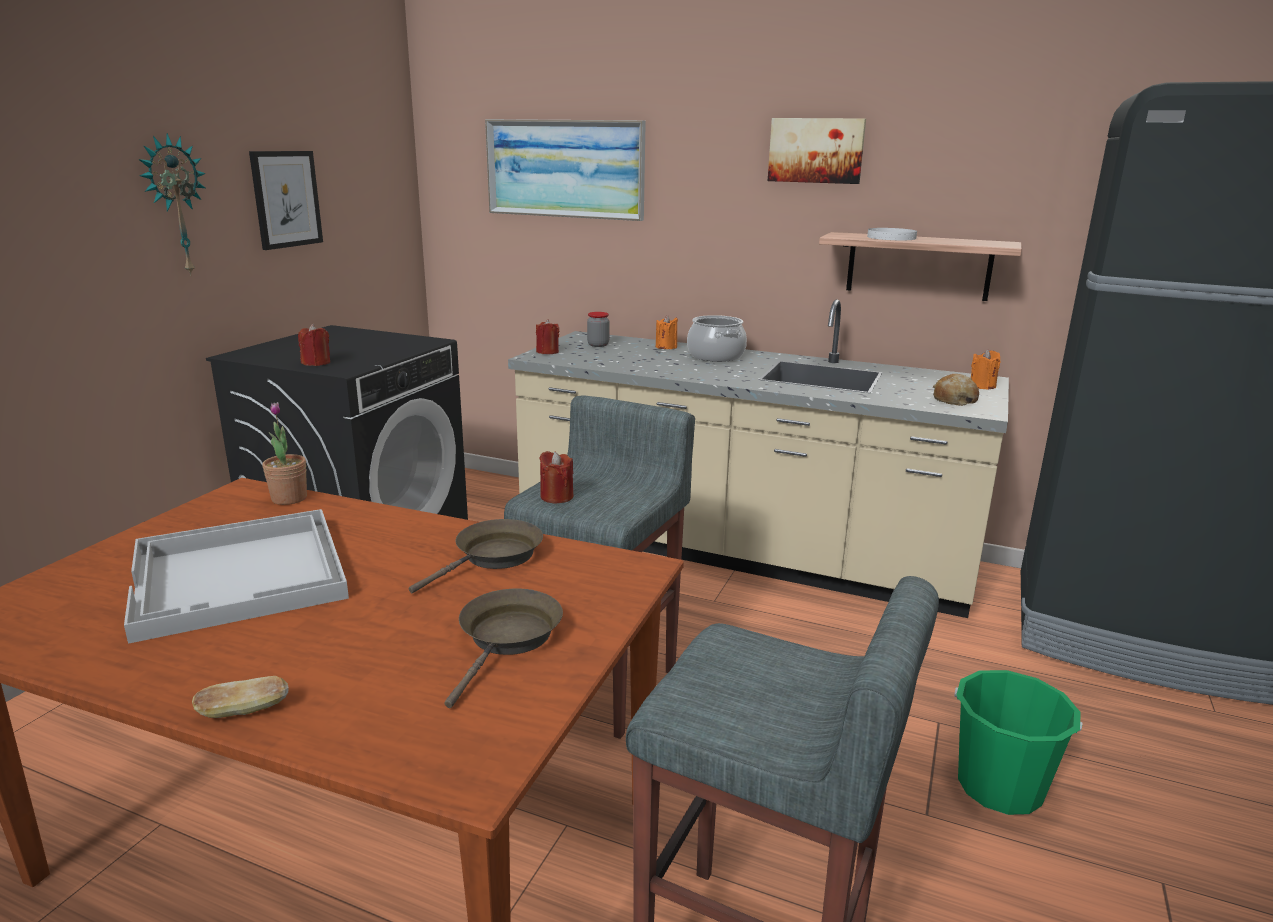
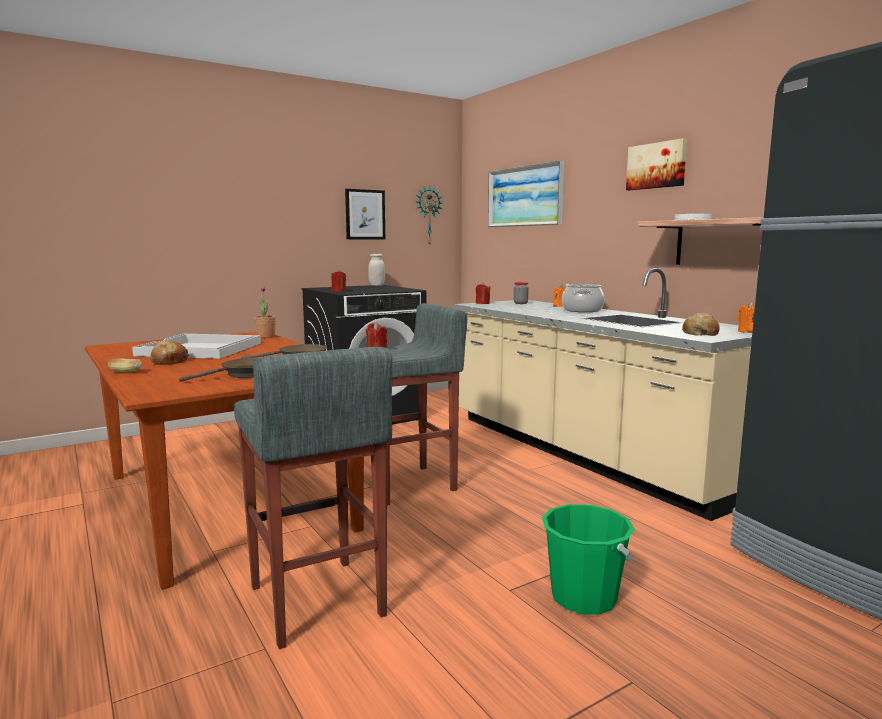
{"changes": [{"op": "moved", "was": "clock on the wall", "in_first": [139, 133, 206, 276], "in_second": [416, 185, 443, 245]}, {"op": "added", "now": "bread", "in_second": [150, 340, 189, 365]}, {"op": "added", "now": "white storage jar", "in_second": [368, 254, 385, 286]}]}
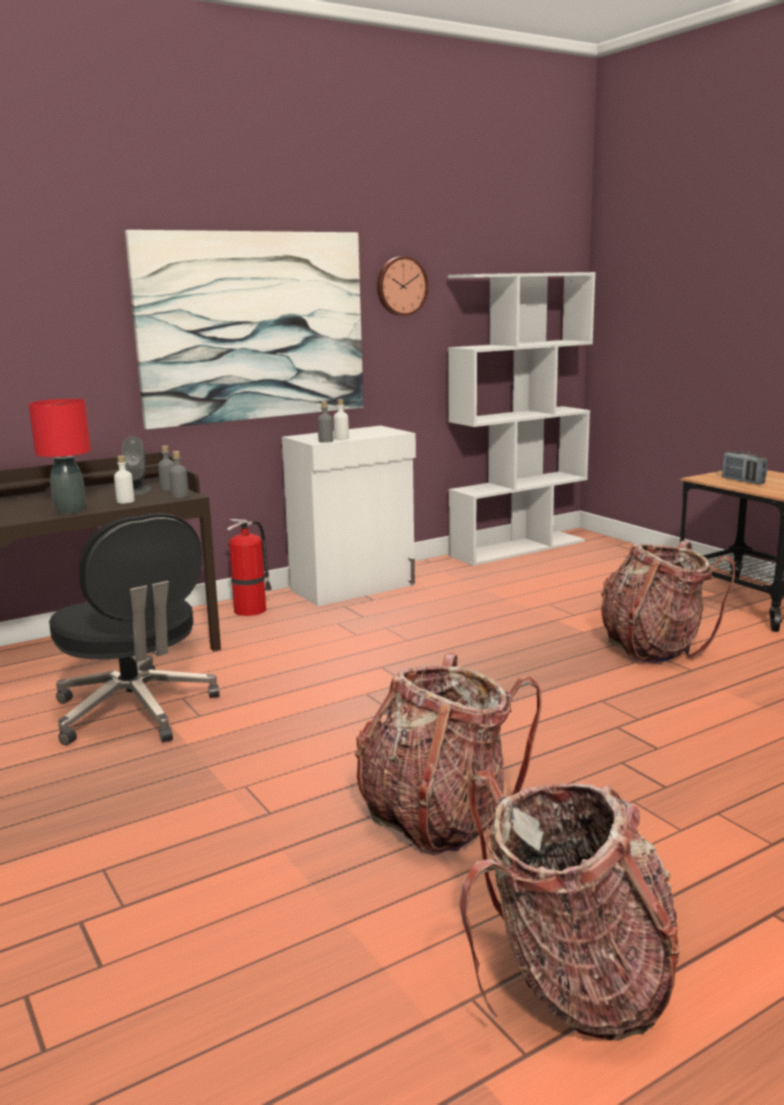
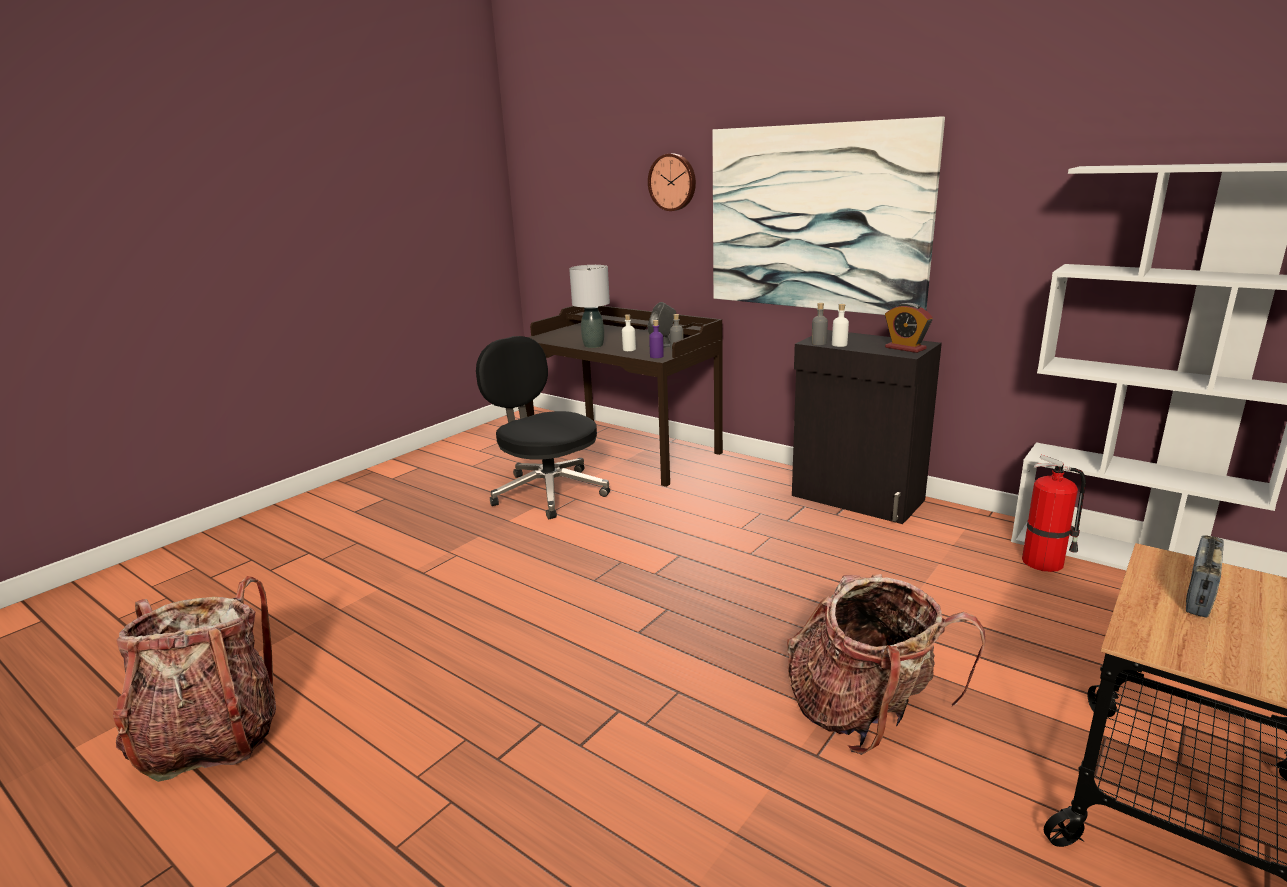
{"changes": [{"op": "recoloured", "was": "red-coloured tabletop lamp", "now": "grey tabletop lamp", "in_first": [29, 399, 91, 514], "in_second": [569, 265, 610, 348]}, {"op": "turned", "was": "black computer chair", "in_first": [49, 513, 220, 745], "in_second": [476, 336, 610, 519], "clockwise": 105}, {"op": "recoloured", "was": "grey bottle", "now": "purplish bottle", "in_first": [169, 451, 189, 498], "in_second": [649, 320, 664, 358]}, {"op": "moved", "was": "fire extinguisher", "in_first": [227, 519, 272, 616], "in_second": [1022, 455, 1086, 572]}, {"op": "recoloured", "was": "white cupboard", "now": "black cupboard", "in_first": [282, 426, 416, 606], "in_second": [792, 330, 942, 524]}, {"op": "removed", "was": "rucksack", "in_first": [355, 652, 542, 856]}, {"op": "moved", "was": "clock on the wall", "in_first": [377, 256, 429, 316], "in_second": [648, 154, 696, 211]}, {"op": "added", "now": "table clock", "in_second": [885, 303, 933, 353]}]}
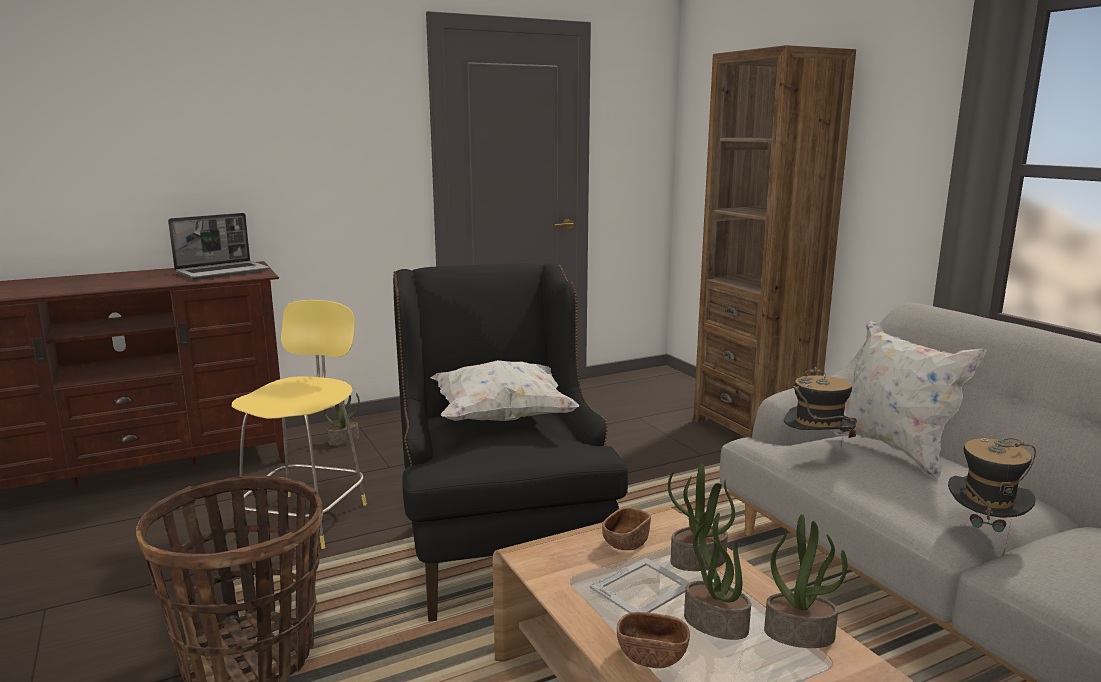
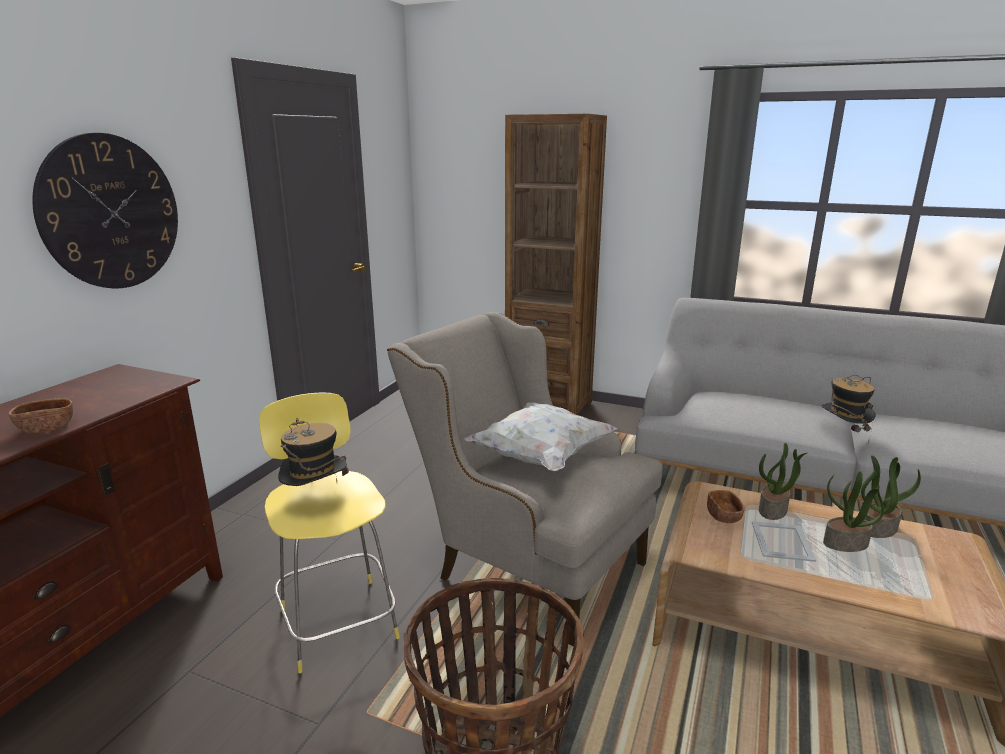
{"changes": [{"op": "removed", "was": "notebook computer", "in_first": [168, 213, 270, 279]}, {"op": "removed", "was": "potted plant", "in_first": [323, 393, 360, 446]}, {"op": "recoloured", "was": "black armchair", "now": "beige armchair", "in_first": [393, 263, 628, 622], "in_second": [387, 312, 663, 647]}, {"op": "moved", "was": "brown-coloured deep dish", "in_first": [617, 612, 690, 668], "in_second": [9, 398, 73, 433]}, {"op": "moved", "was": "wearable hat", "in_first": [784, 367, 857, 447], "in_second": [278, 418, 349, 486]}, {"op": "removed", "was": "white cushion", "in_first": [830, 320, 987, 480]}, {"op": "added", "now": "clock on the wall", "in_second": [32, 133, 178, 288]}]}
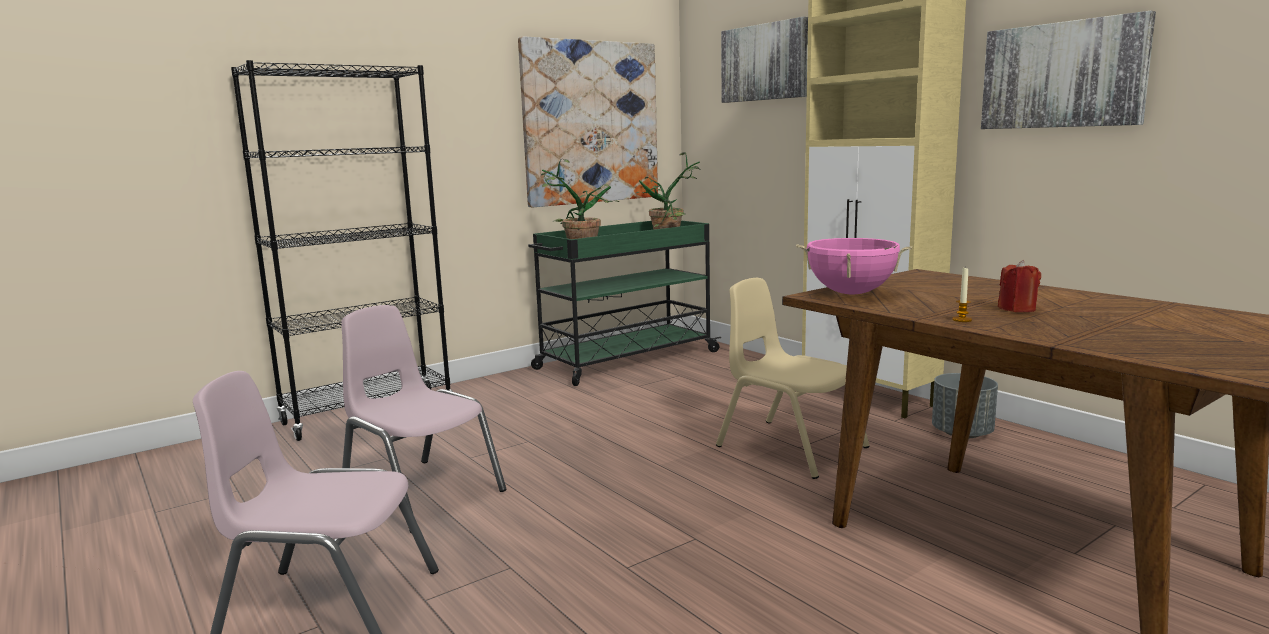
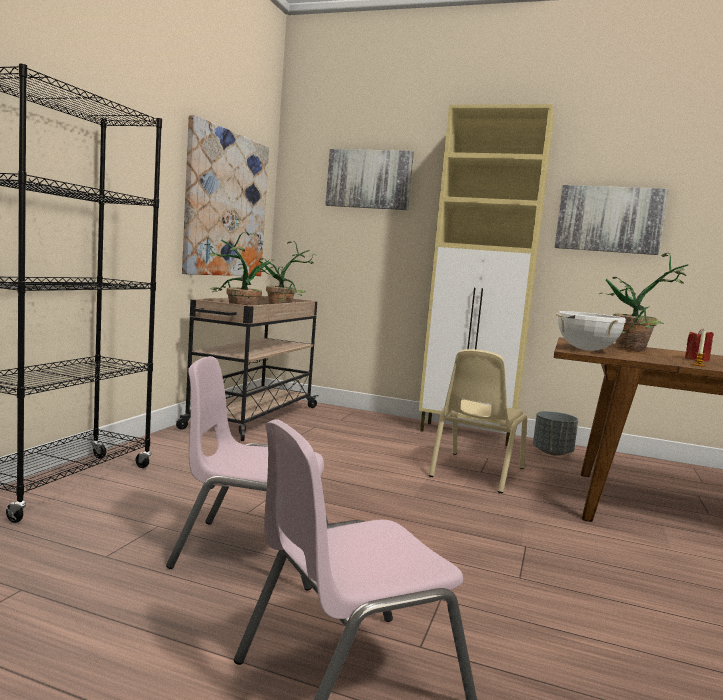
{"changes": [{"op": "recoloured", "was": "greenish cart", "now": "beige cart", "in_first": [528, 221, 721, 386], "in_second": [176, 296, 319, 441]}, {"op": "turned", "was": "beige upright chair", "in_first": [716, 278, 870, 479], "in_second": [429, 349, 527, 493], "clockwise": -75}, {"op": "recoloured", "was": "pink stockpot", "now": "white stockpot", "in_first": [796, 238, 912, 295], "in_second": [556, 311, 626, 351]}, {"op": "added", "now": "potted plant", "in_second": [599, 253, 688, 351]}]}
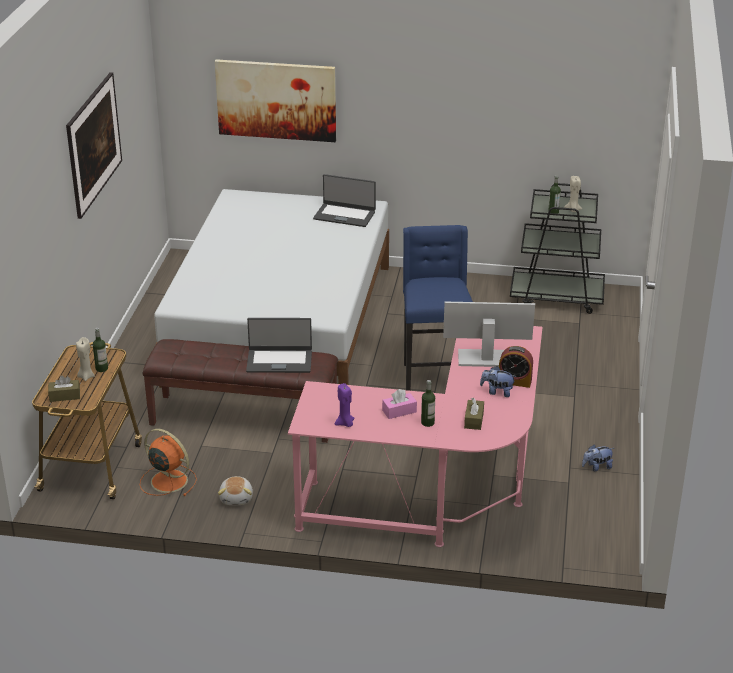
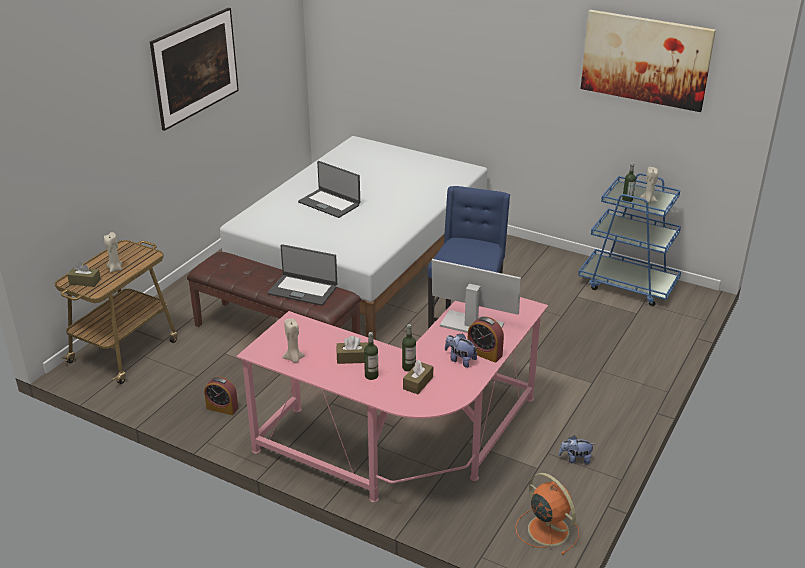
{"changes": [{"op": "moved", "was": "bottle", "in_first": [93, 328, 108, 372], "in_second": [402, 324, 416, 372]}, {"op": "moved", "was": "orange-coloured electric fan", "in_first": [140, 429, 197, 496], "in_second": [516, 473, 579, 555]}, {"op": "moved", "was": "wall picture", "in_first": [215, 59, 336, 142], "in_second": [581, 10, 716, 112]}, {"op": "replaced", "was": "cuddly toy", "now": "table clock", "in_first": [218, 476, 253, 505], "in_second": [204, 377, 238, 415]}, {"op": "moved", "was": "notebook computer", "in_first": [313, 174, 376, 227], "in_second": [298, 161, 360, 218]}, {"op": "recoloured", "was": "purplish wax light", "now": "beige wax light", "in_first": [335, 383, 354, 427], "in_second": [282, 319, 305, 363]}, {"op": "recoloured", "was": "pink tissue box", "now": "brown-coloured tissue box", "in_first": [382, 389, 417, 419], "in_second": [336, 336, 368, 364]}, {"op": "recoloured", "was": "black cart", "now": "bluish cart", "in_first": [510, 183, 605, 314], "in_second": [578, 173, 681, 306]}]}
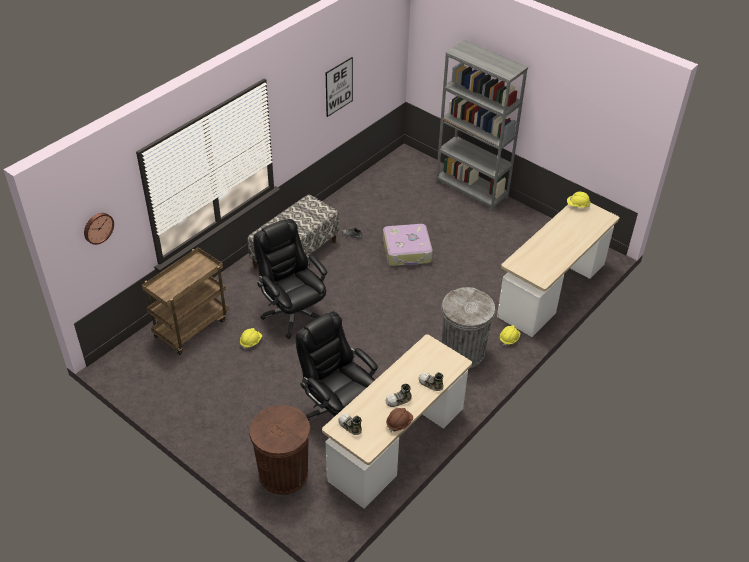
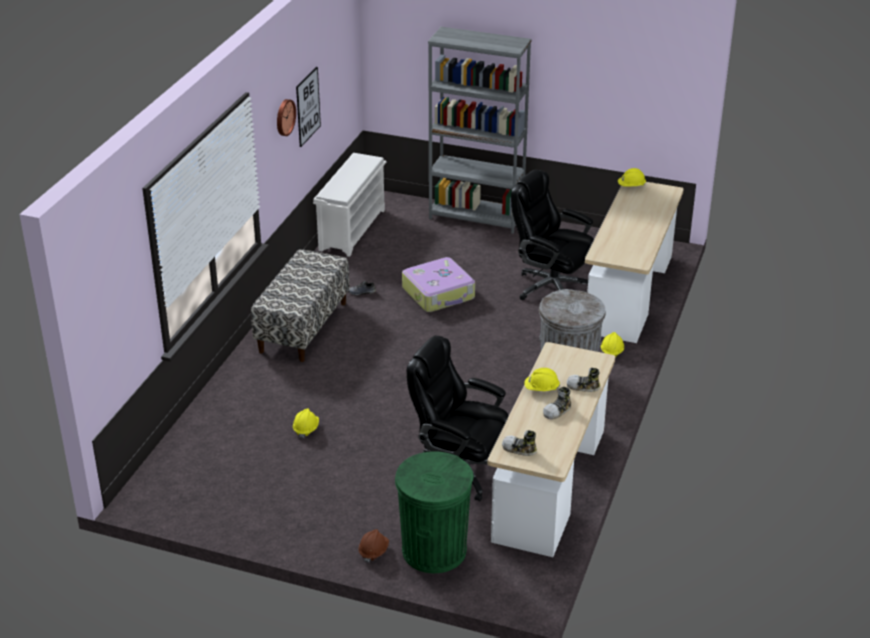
{"changes": [{"op": "moved", "was": "clock on the wall", "in_first": [84, 213, 114, 245], "in_second": [277, 99, 296, 136]}, {"op": "removed", "was": "brown-coloured cart", "in_first": [142, 247, 229, 355]}, {"op": "recoloured", "was": "brown-coloured rubbish bin", "now": "greenish rubbish bin", "in_first": [249, 405, 310, 495], "in_second": [395, 451, 474, 573]}, {"op": "moved", "was": "black computer chair", "in_first": [253, 219, 327, 339], "in_second": [511, 170, 594, 300]}, {"op": "moved", "was": "brown-coloured hard hat", "in_first": [386, 408, 413, 432], "in_second": [358, 529, 389, 563]}, {"op": "added", "now": "white shoe rack", "in_second": [313, 153, 387, 257]}, {"op": "added", "now": "yellowish hard hat", "in_second": [524, 368, 560, 391]}]}
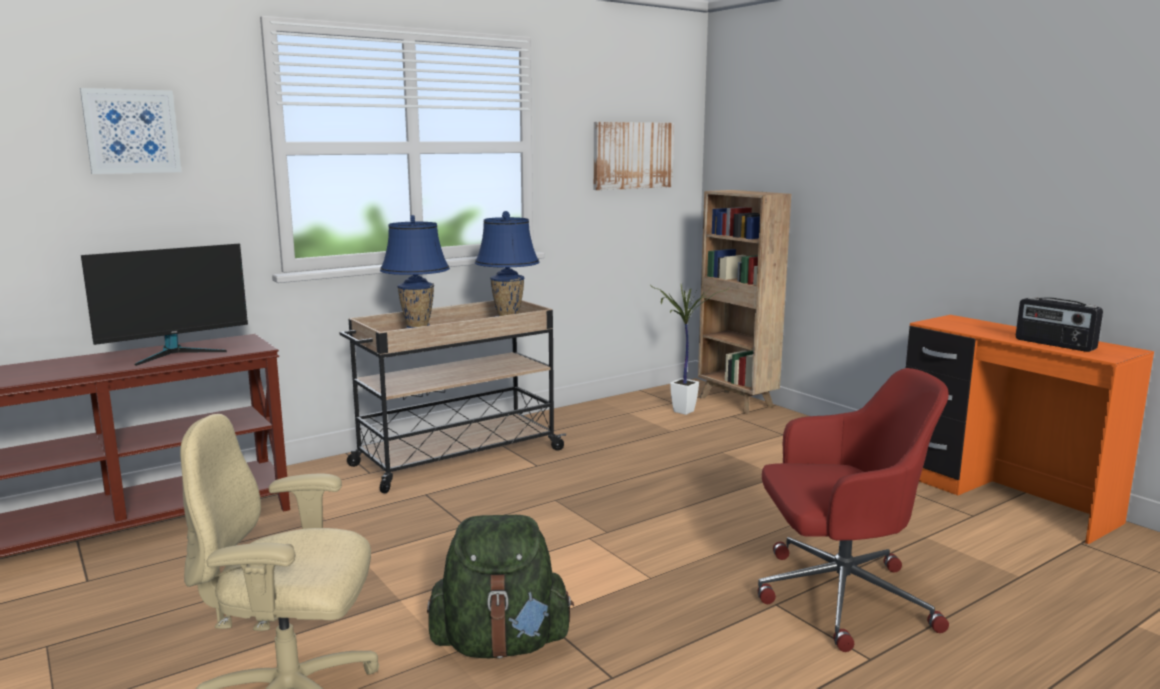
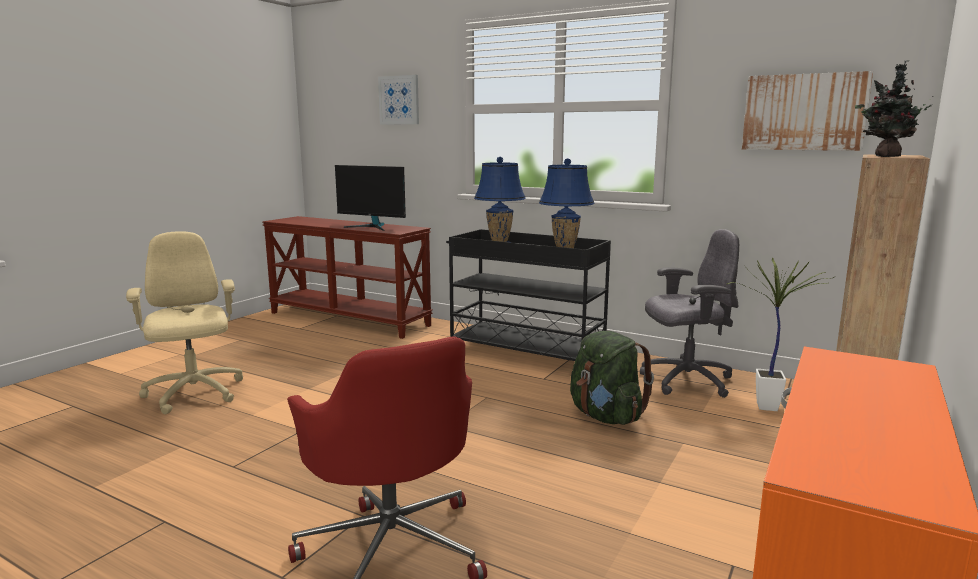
{"changes": [{"op": "recoloured", "was": "beige cart", "now": "black cart", "in_first": [340, 300, 566, 493], "in_second": [446, 229, 611, 361]}, {"op": "moved", "was": "greenish rucksack", "in_first": [427, 515, 574, 659], "in_second": [570, 331, 654, 425]}, {"op": "removed", "was": "radio", "in_first": [1016, 297, 1103, 352]}, {"op": "added", "now": "grey computer chair", "in_second": [640, 229, 739, 398]}, {"op": "added", "now": "potted plant", "in_second": [855, 60, 933, 157]}]}
